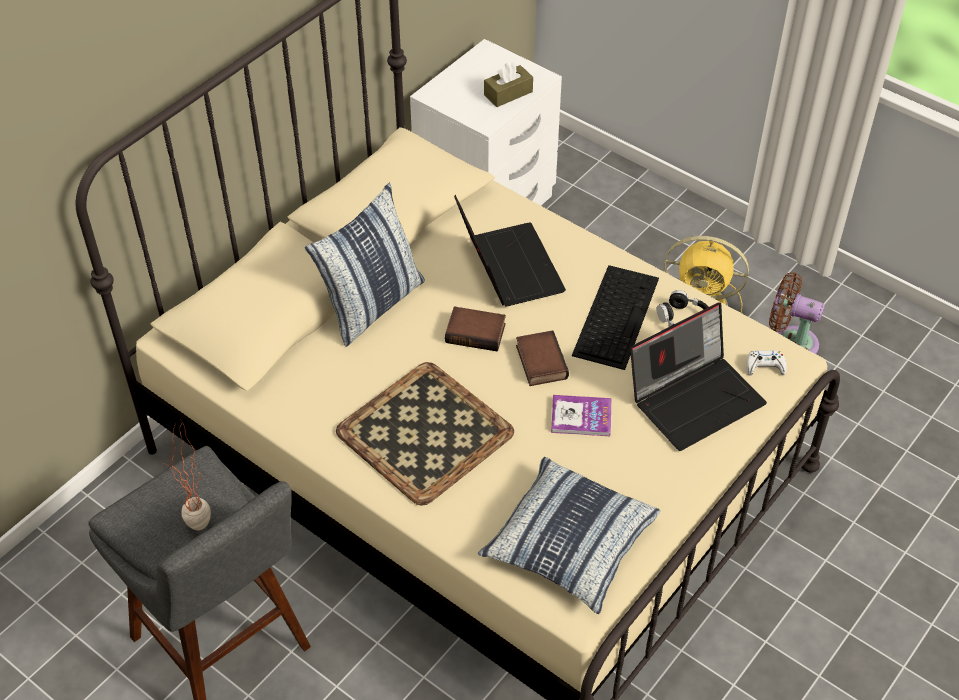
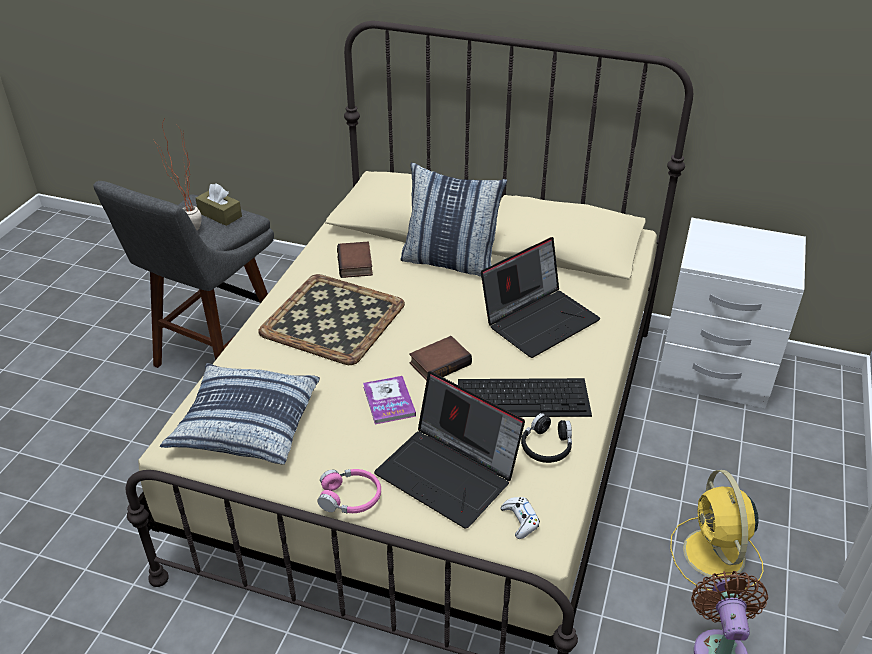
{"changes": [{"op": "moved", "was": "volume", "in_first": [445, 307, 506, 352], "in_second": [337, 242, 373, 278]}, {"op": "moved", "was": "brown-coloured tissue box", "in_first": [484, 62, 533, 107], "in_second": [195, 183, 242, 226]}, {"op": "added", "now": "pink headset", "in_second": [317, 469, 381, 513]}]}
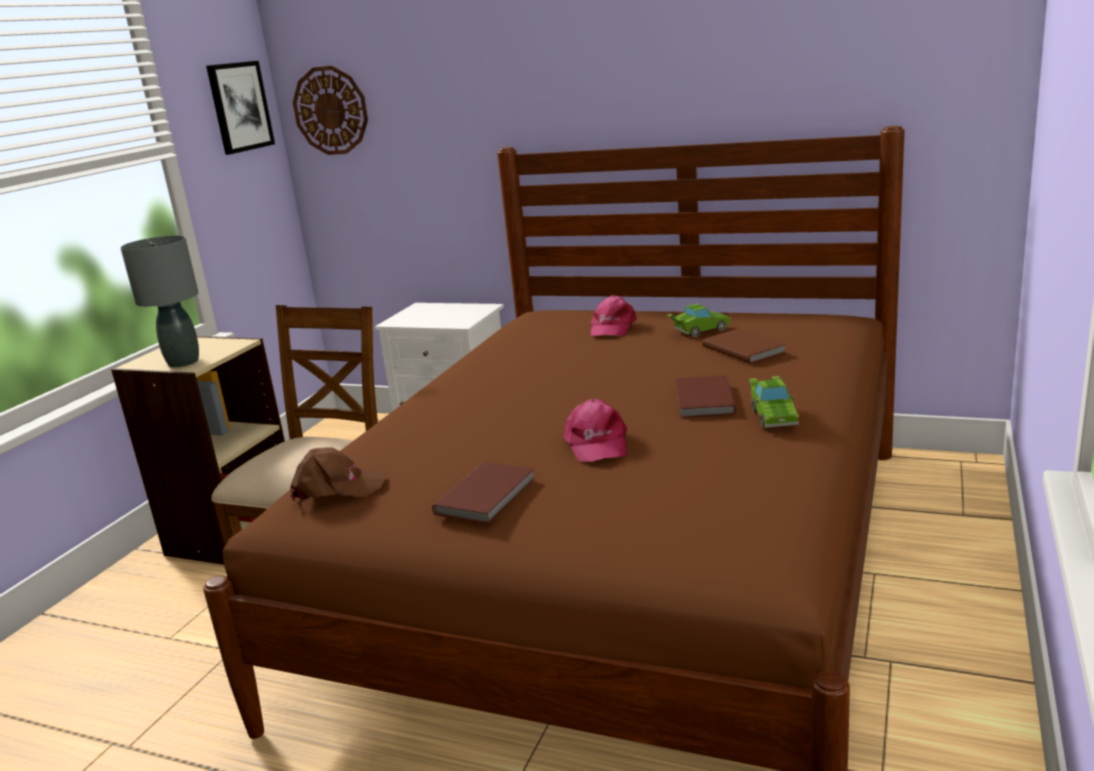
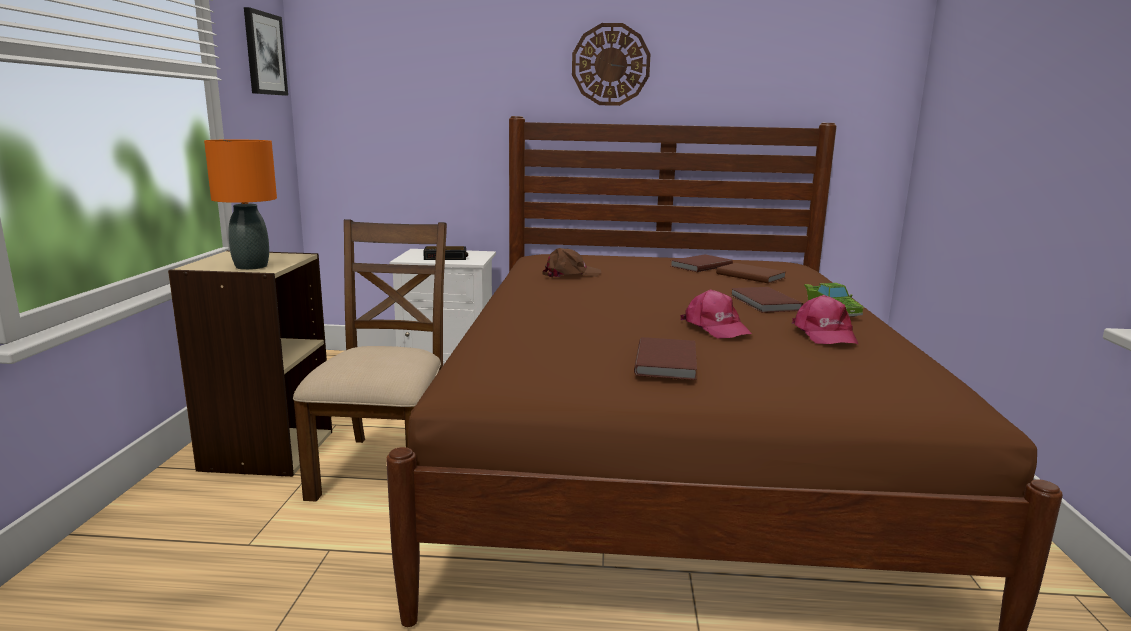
{"changes": [{"op": "recoloured", "was": "grey tabletop lamp", "now": "orange-coloured tabletop lamp", "in_first": [120, 235, 199, 367], "in_second": [204, 140, 277, 270]}, {"op": "moved", "was": "brown-coloured peaked cap", "in_first": [290, 447, 386, 501], "in_second": [542, 248, 601, 278]}, {"op": "moved", "was": "clock on the wall", "in_first": [293, 66, 368, 155], "in_second": [572, 23, 650, 106]}, {"op": "moved", "was": "pink peaked cap", "in_first": [590, 295, 637, 336], "in_second": [792, 295, 859, 345]}, {"op": "replaced", "was": "greenish model car", "now": "brown-coloured volume", "in_first": [667, 304, 731, 337], "in_second": [671, 254, 733, 272]}, {"op": "added", "now": "table clock", "in_second": [423, 246, 468, 260]}]}
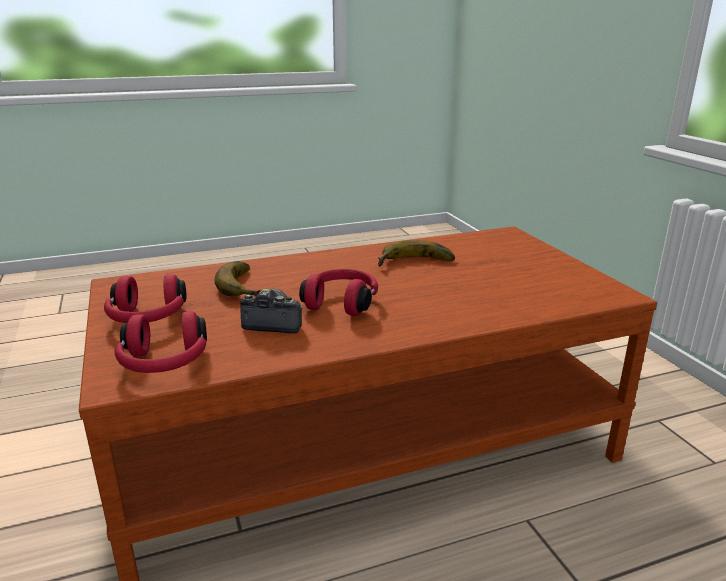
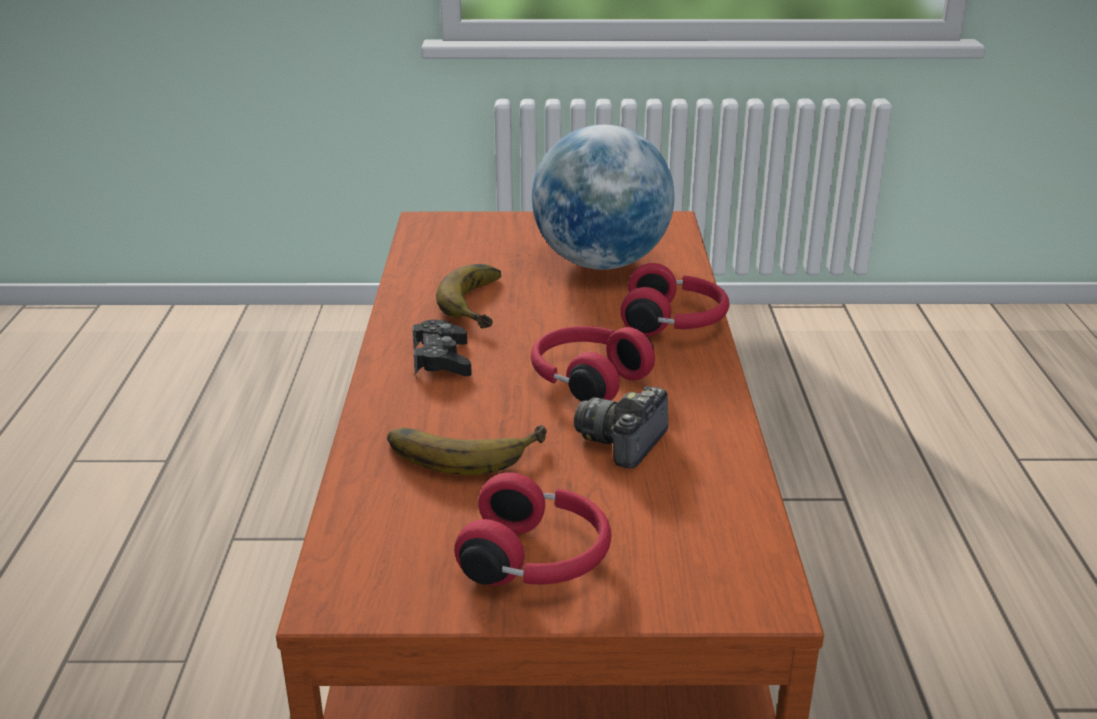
{"changes": [{"op": "moved", "was": "red-coloured headset", "in_first": [115, 311, 207, 373], "in_second": [621, 263, 729, 336]}, {"op": "added", "now": "black gamepad", "in_second": [412, 319, 472, 376]}, {"op": "added", "now": "globe", "in_second": [532, 125, 674, 270]}]}
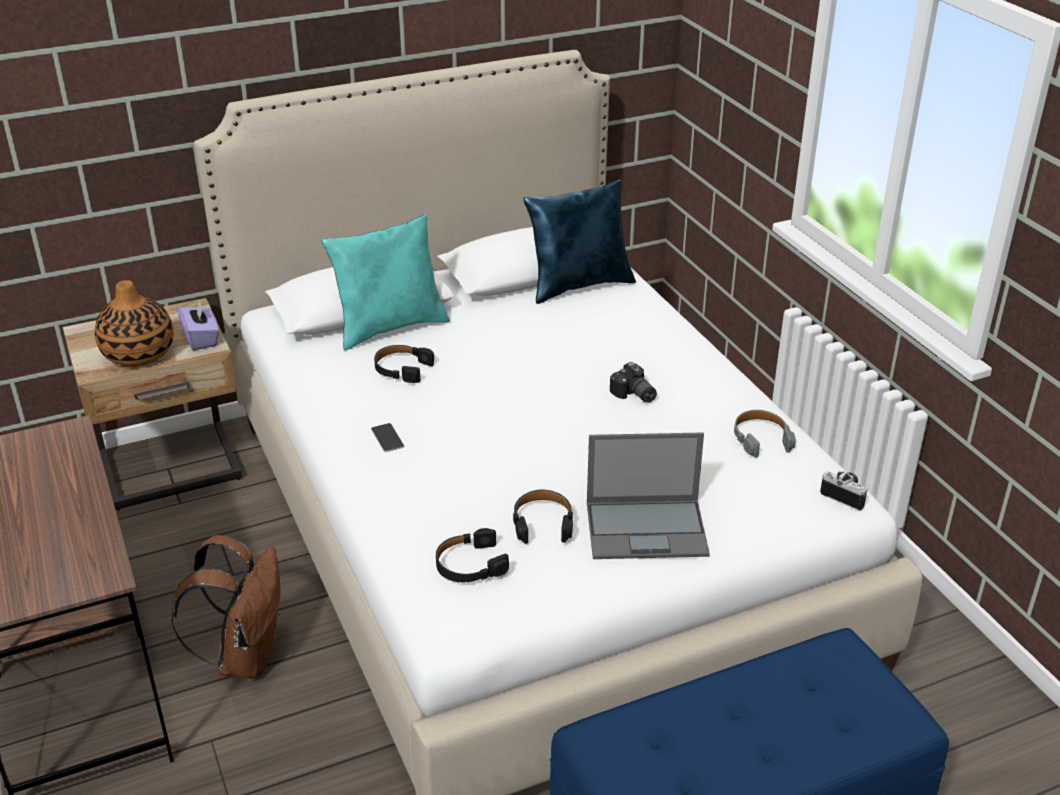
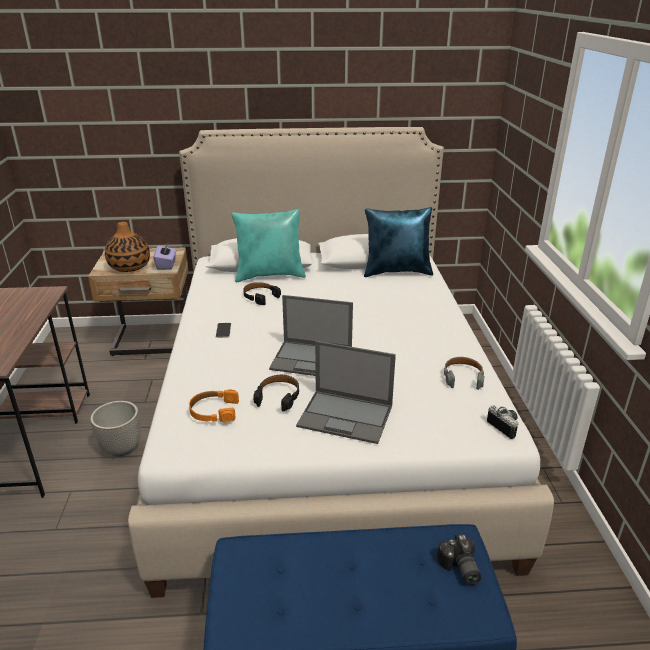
{"changes": [{"op": "replaced", "was": "brown-coloured rucksack", "now": "planter", "in_first": [171, 535, 280, 679], "in_second": [90, 401, 141, 457]}, {"op": "recoloured", "was": "black headset", "now": "orange-coloured headset", "in_first": [436, 528, 509, 582], "in_second": [189, 389, 239, 423]}, {"op": "moved", "was": "still camera", "in_first": [610, 362, 657, 403], "in_second": [437, 534, 481, 585]}, {"op": "added", "now": "notebook computer", "in_second": [269, 295, 353, 376]}]}
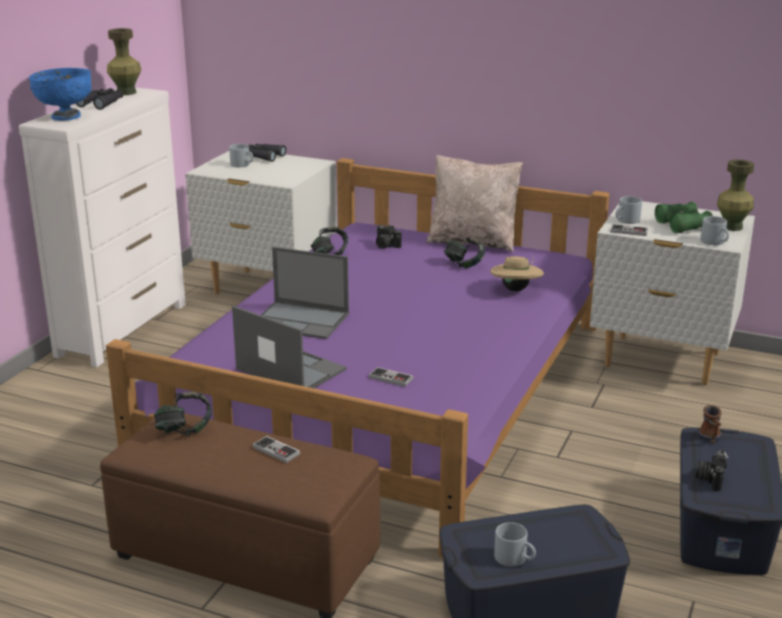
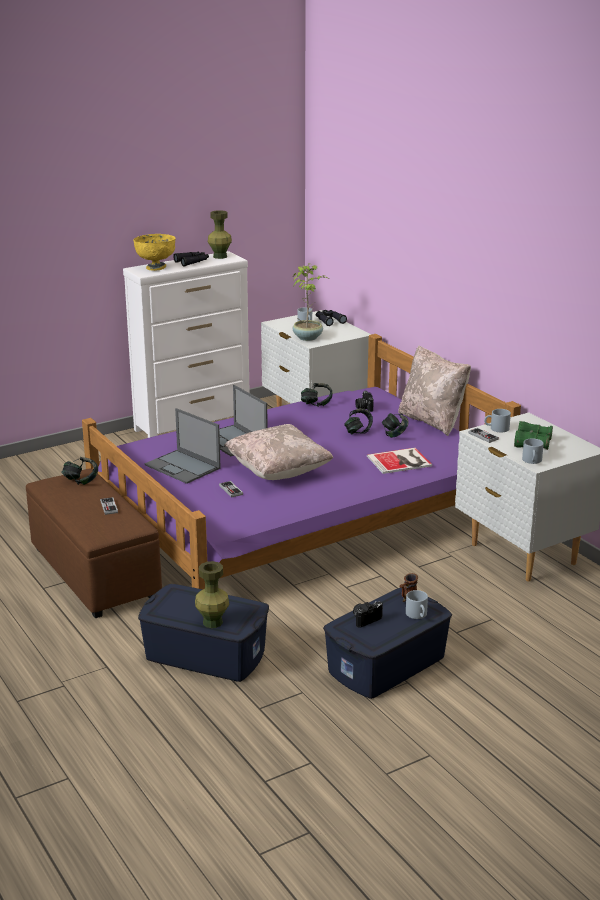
{"changes": [{"op": "recoloured", "was": "bluish deep dish", "now": "yellowish deep dish", "in_first": [29, 68, 91, 121], "in_second": [133, 234, 176, 271]}, {"op": "turned", "was": "notebook computer", "in_first": [232, 306, 347, 388], "in_second": [145, 408, 221, 484], "clockwise": 150}, {"op": "replaced", "was": "beige wearable hat", "now": "volume", "in_first": [490, 256, 544, 291], "in_second": [367, 448, 432, 474]}, {"op": "moved", "was": "grey mug", "in_first": [494, 522, 536, 567], "in_second": [406, 590, 428, 619]}, {"op": "moved", "was": "greenish vase", "in_first": [717, 159, 754, 231], "in_second": [195, 561, 229, 628]}, {"op": "added", "now": "beige cushion", "in_second": [224, 424, 333, 480]}, {"op": "added", "now": "potted plant", "in_second": [293, 263, 328, 341]}, {"op": "added", "now": "headset", "in_second": [344, 408, 373, 434]}]}
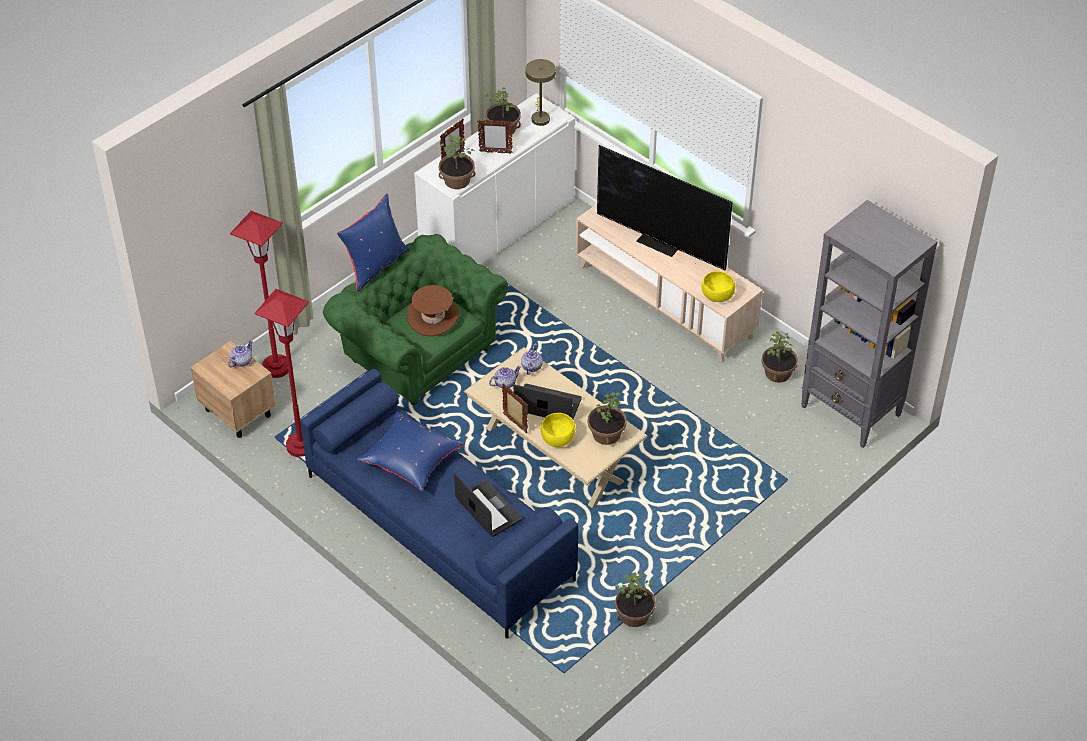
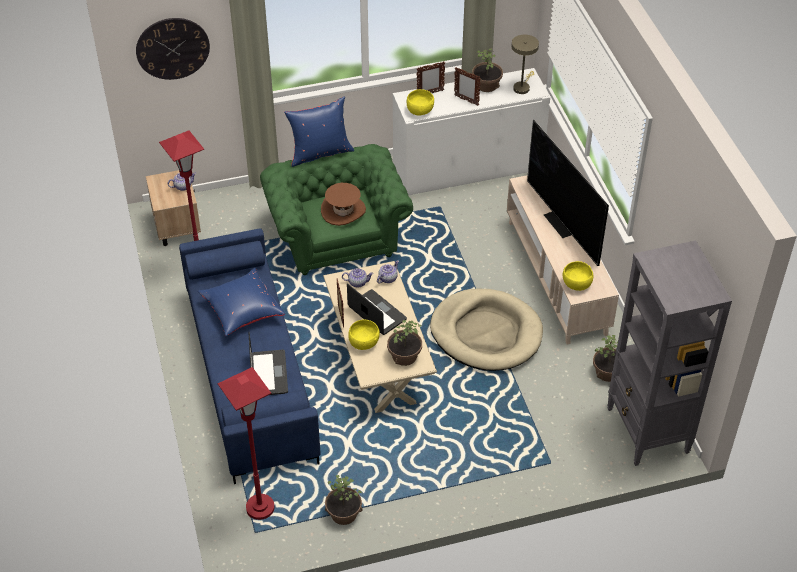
{"changes": [{"op": "moved", "was": "red-coloured standard lamp", "in_first": [230, 211, 288, 378], "in_second": [218, 367, 275, 520]}, {"op": "replaced", "was": "potted plant", "now": "yellowish deep dish", "in_first": [439, 135, 475, 189], "in_second": [407, 89, 434, 116]}, {"op": "added", "now": "clock on the wall", "in_second": [136, 18, 210, 80]}, {"op": "added", "now": "beige dog bed", "in_second": [430, 289, 543, 371]}]}
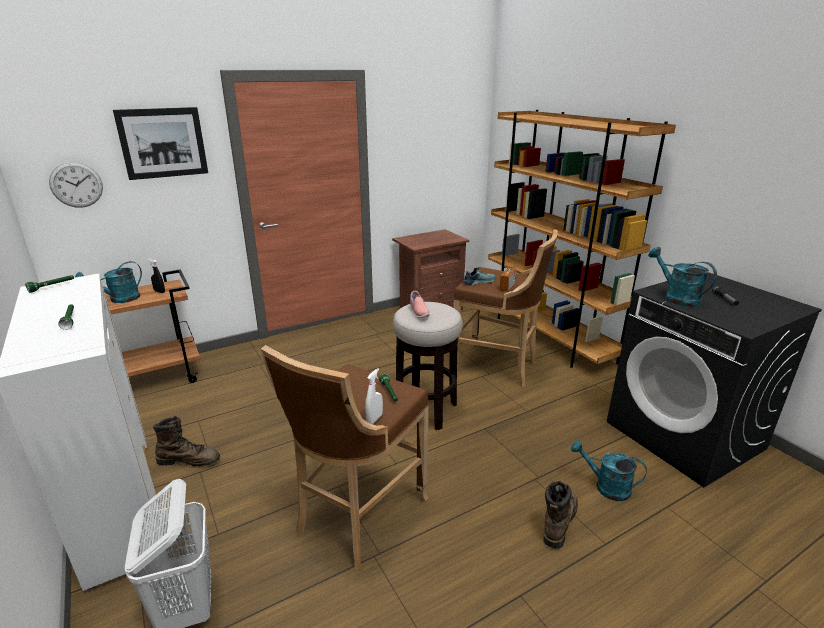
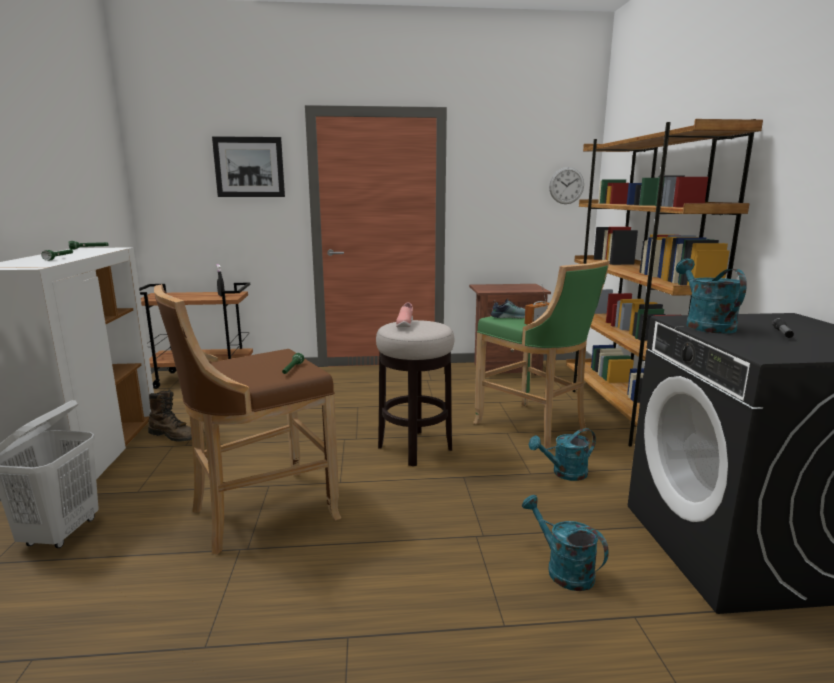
{"changes": [{"op": "moved", "was": "clock on the wall", "in_first": [49, 162, 103, 208], "in_second": [549, 167, 584, 204]}, {"op": "moved", "was": "turquoise-coloured watering pot", "in_first": [75, 261, 142, 303], "in_second": [529, 428, 596, 481]}, {"op": "removed", "was": "white hand sprayer", "in_first": [365, 368, 383, 424]}, {"op": "recoloured", "was": "brown-coloured stool seat", "now": "greenish stool seat", "in_first": [453, 229, 558, 387], "in_second": [473, 260, 610, 451]}, {"op": "removed", "was": "brown-coloured boot", "in_first": [544, 481, 578, 549]}]}
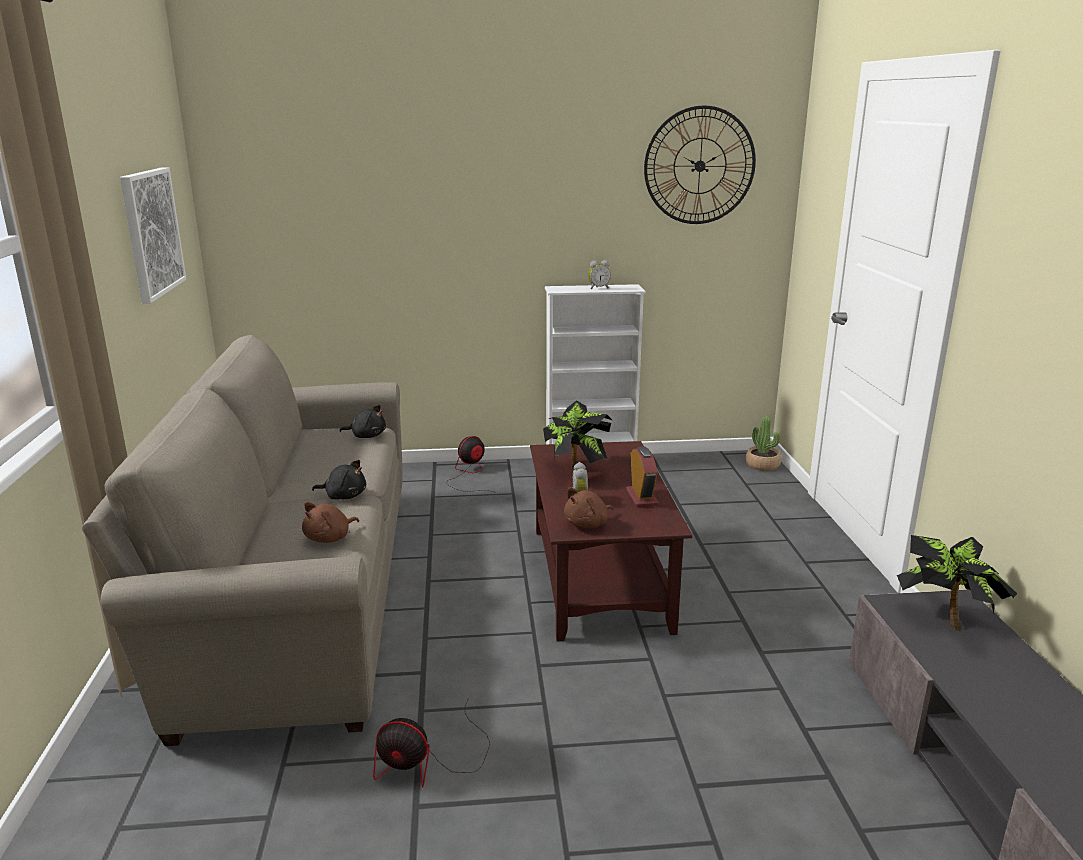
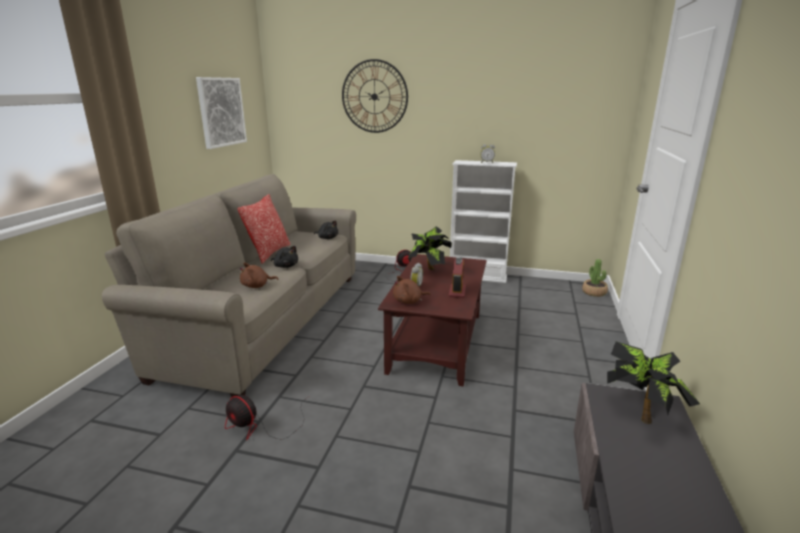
{"changes": [{"op": "moved", "was": "clock on the wall", "in_first": [644, 106, 756, 224], "in_second": [342, 59, 408, 133]}, {"op": "added", "now": "cushion", "in_second": [238, 194, 291, 264]}]}
